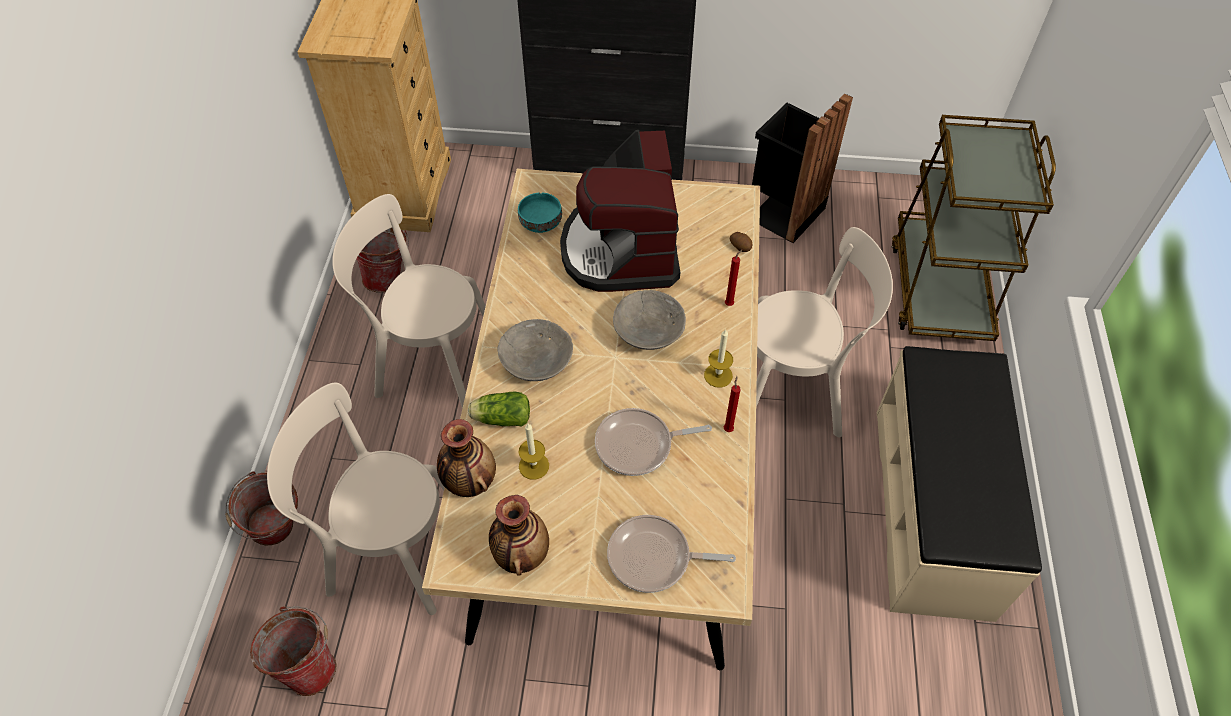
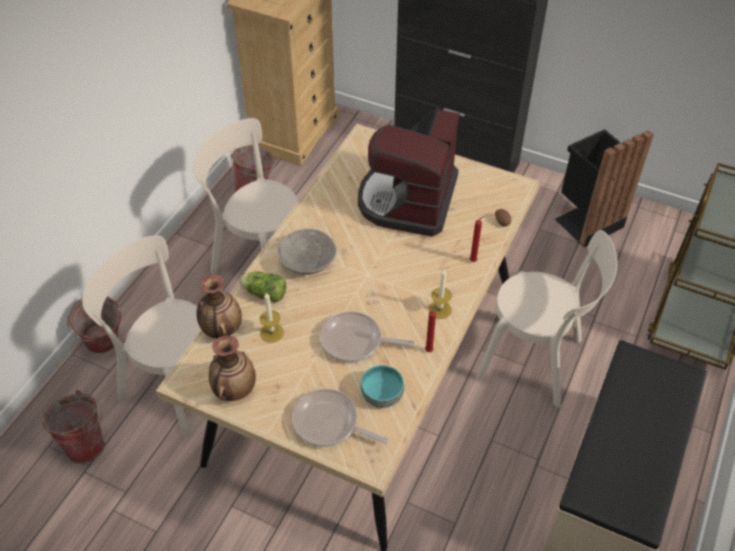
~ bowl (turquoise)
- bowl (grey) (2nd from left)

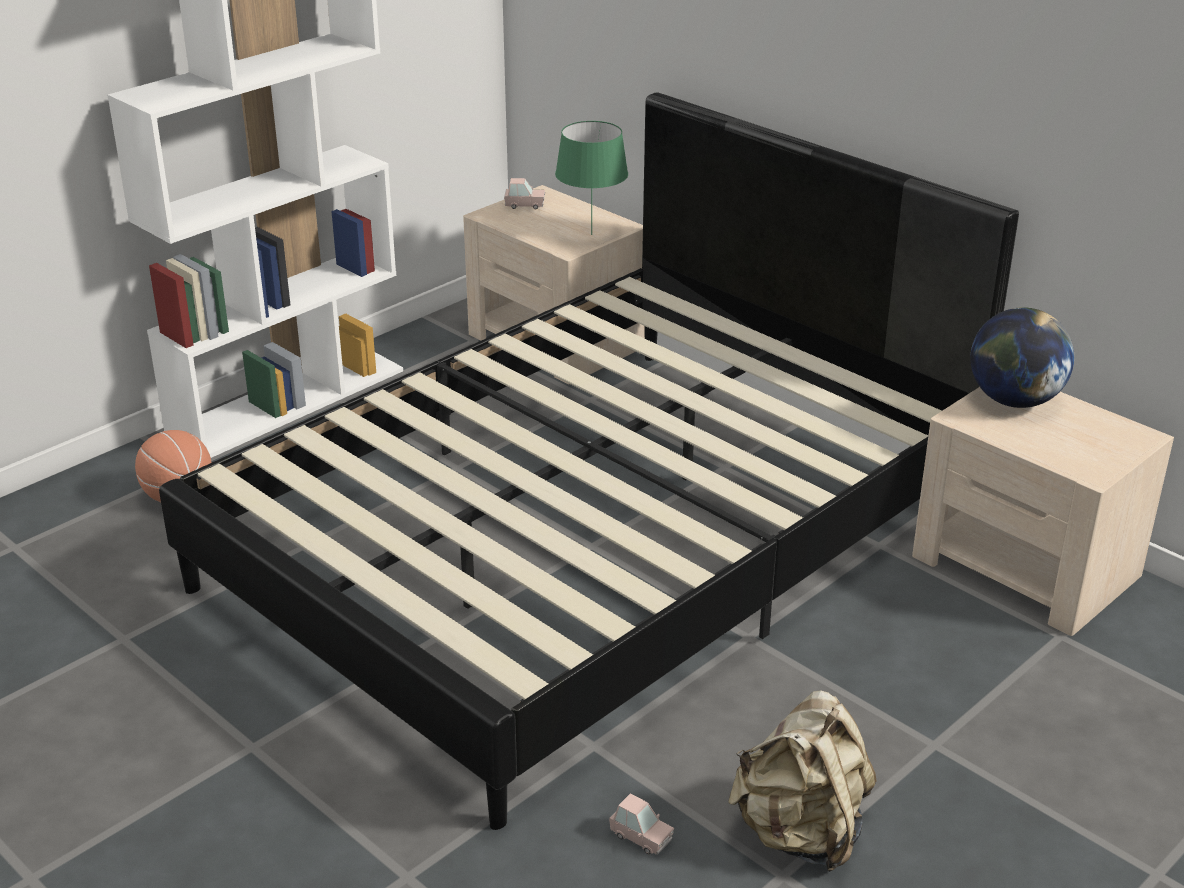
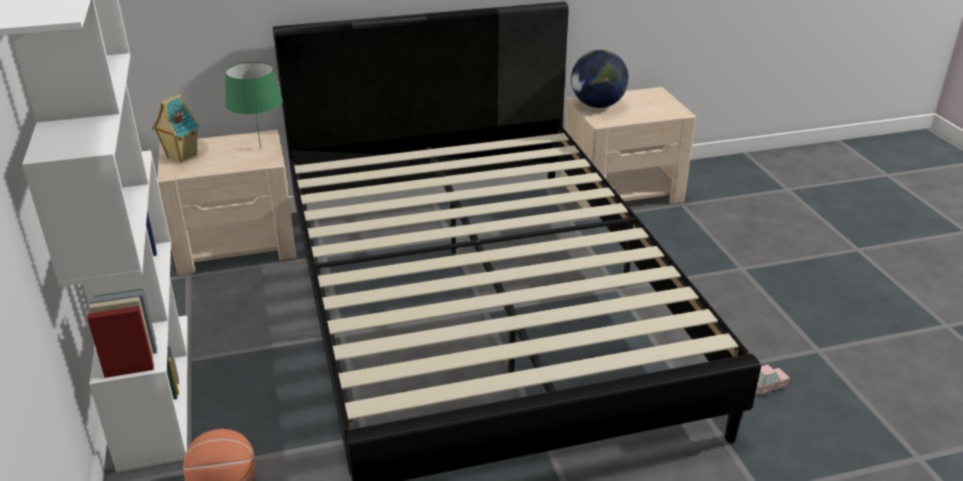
~ toy car (pink) (1st from left) to toy house
- backpack (beige)

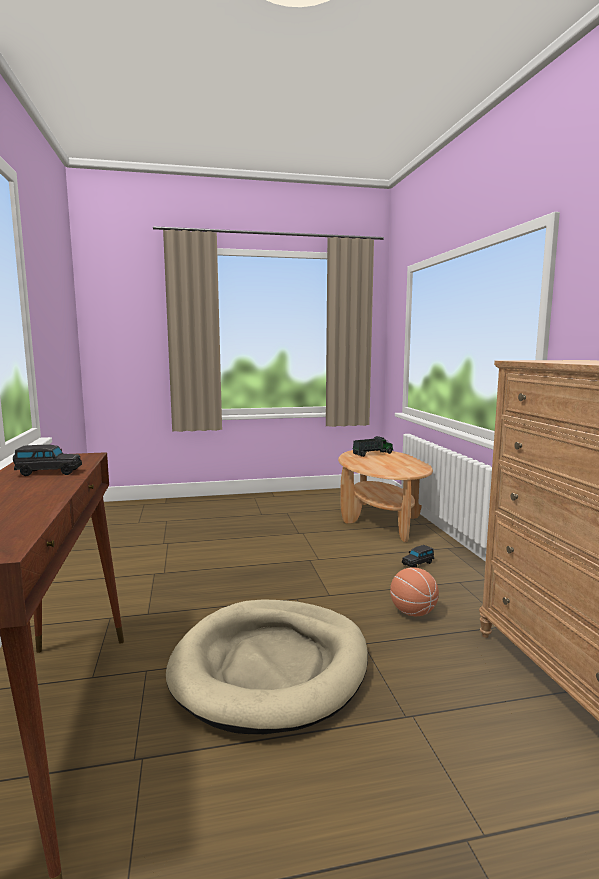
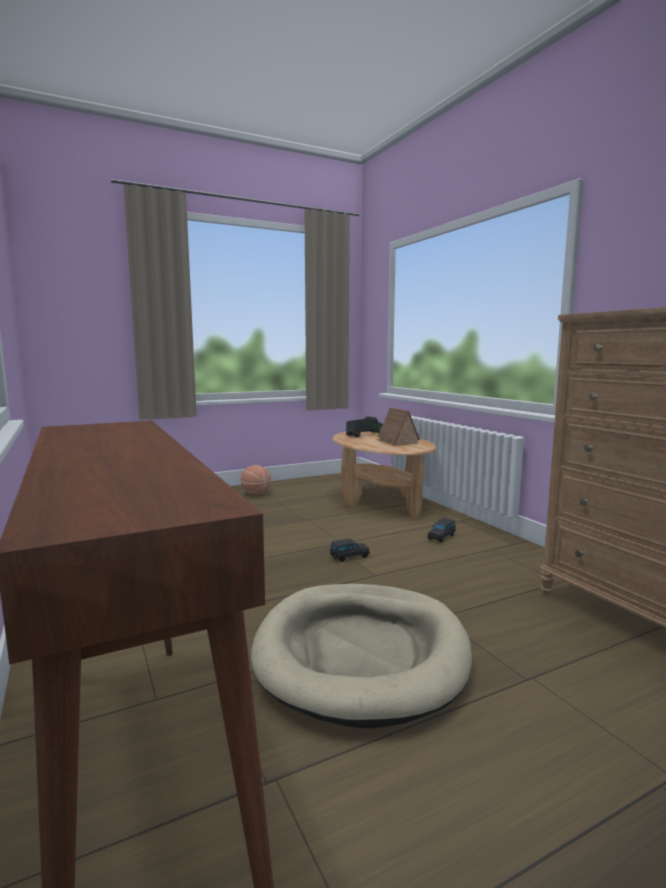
~ basketball
~ toy car (black) (1st from left)
+ toy house

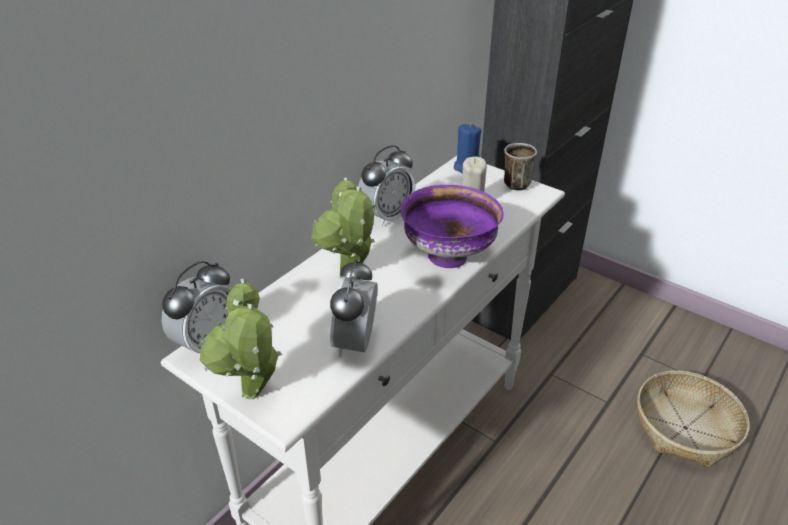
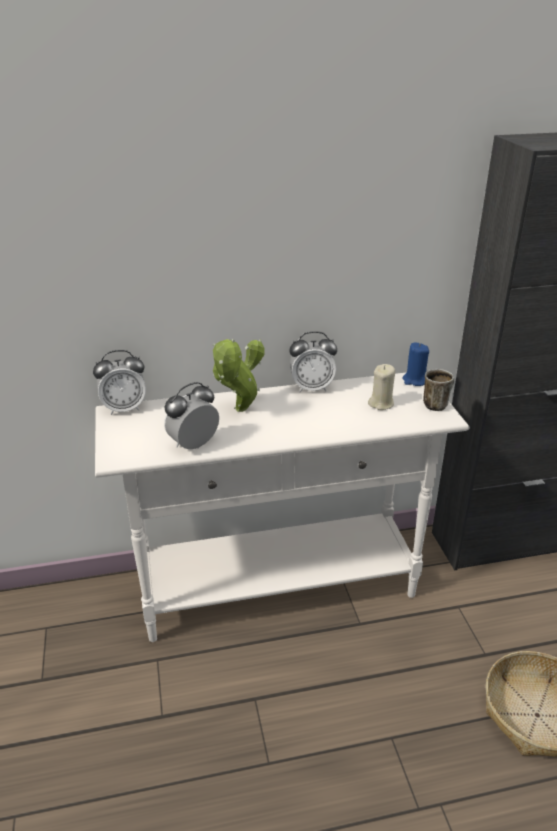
- potted plant (1st from left)
- bowl (purple)

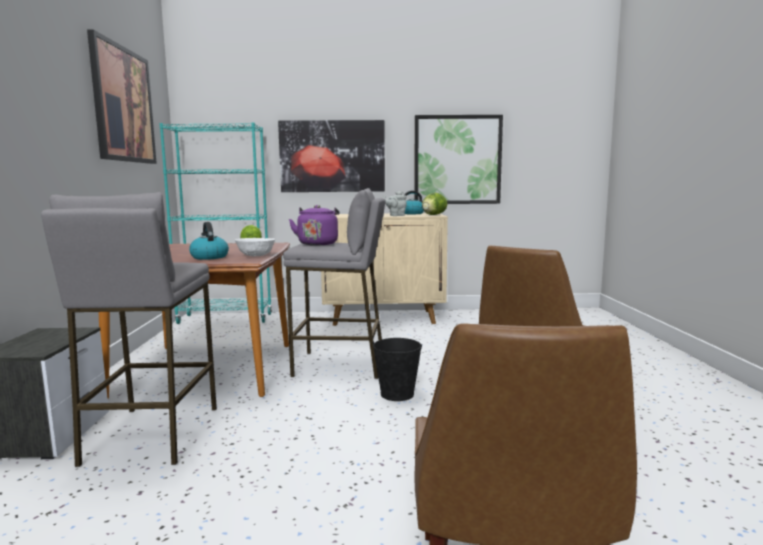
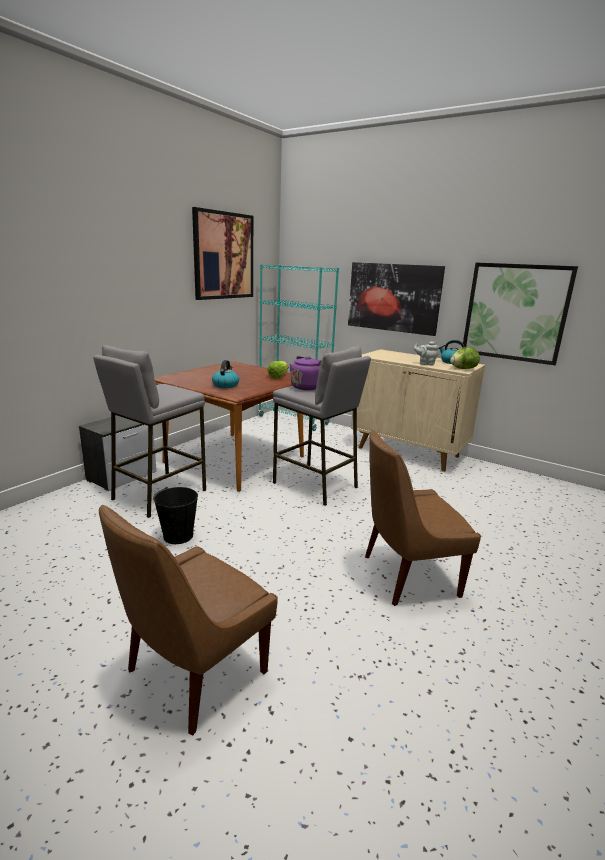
~ bucket (black)
- bowl (white)

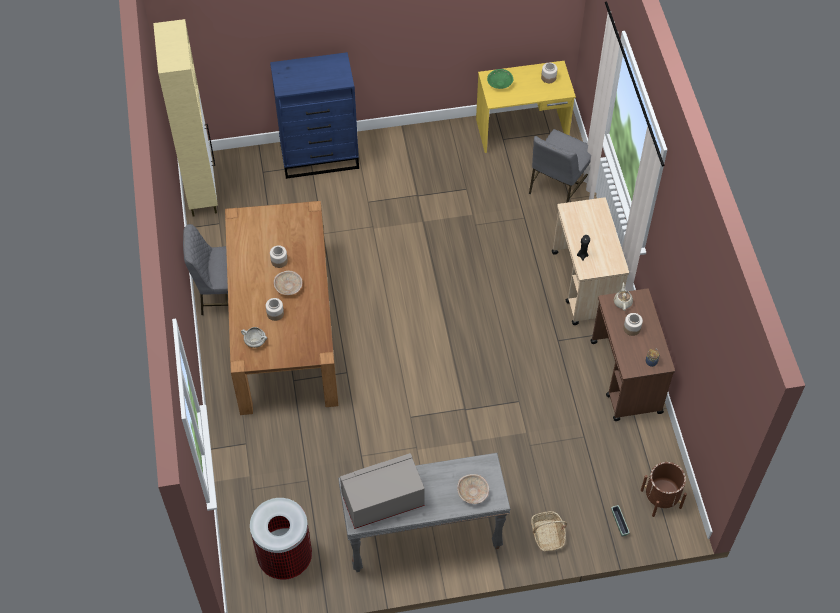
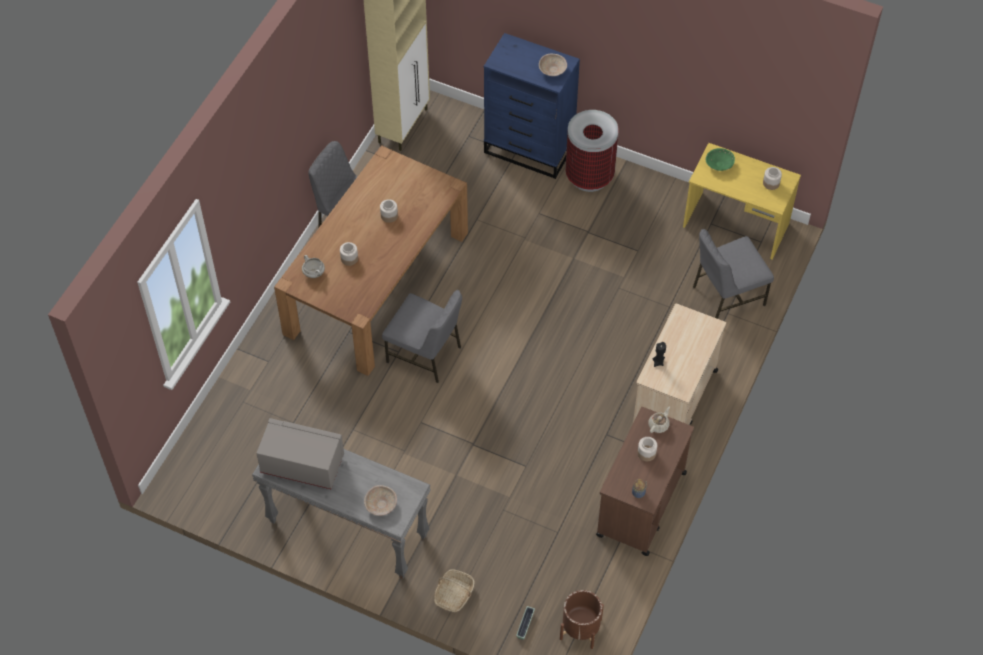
+ chair (grey) (2nd from left)
~ bowl (beige) (1st from left in the first image) to bowl (beige) (2nd from left)
~ trash can

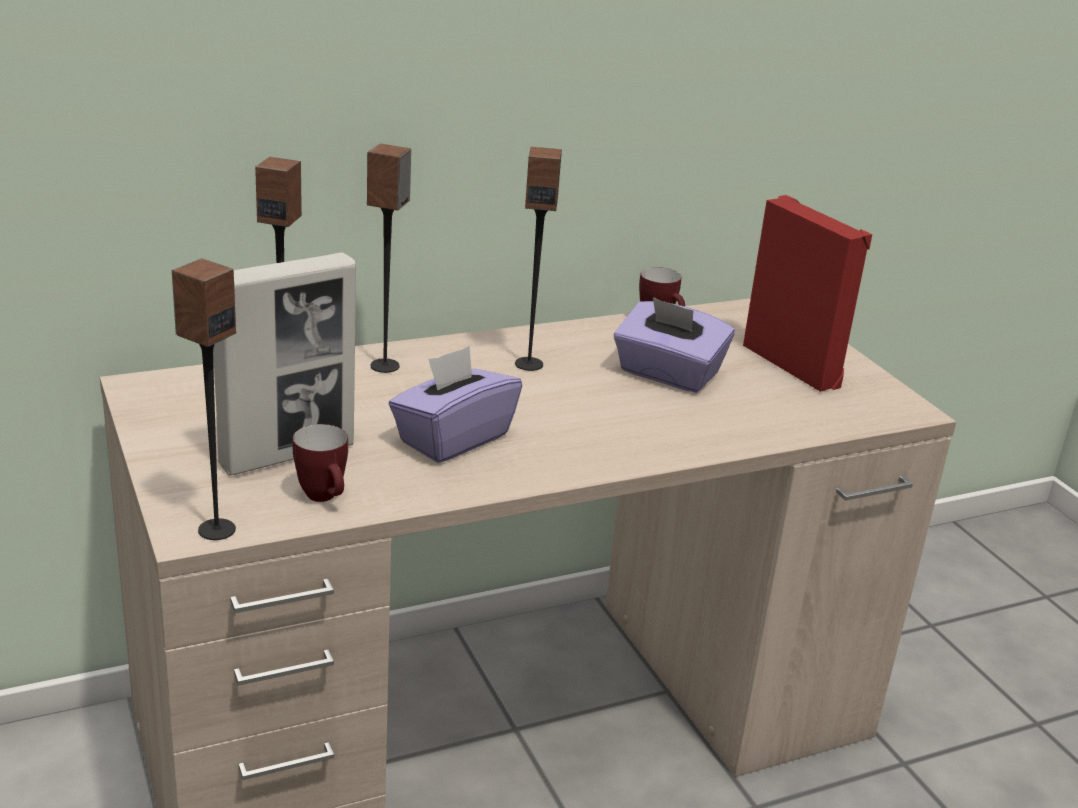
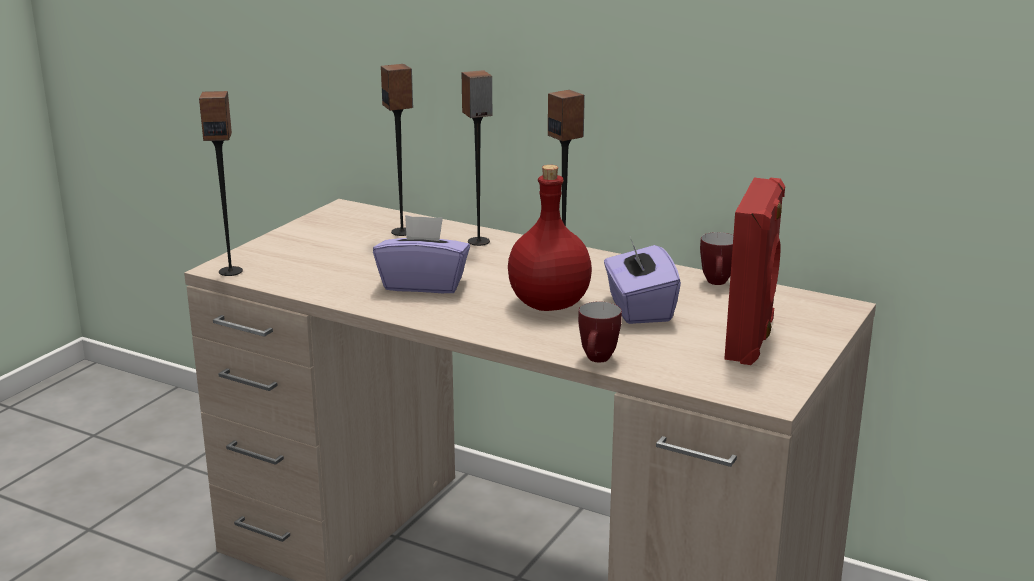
+ bottle (red)
~ mug (1st from left)
- picture frame

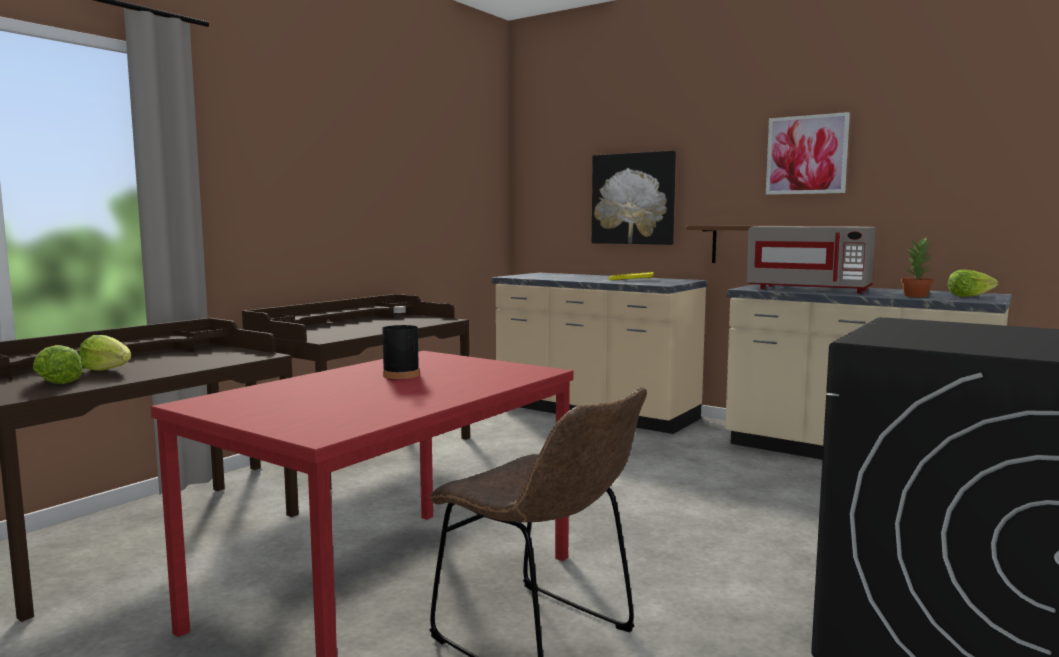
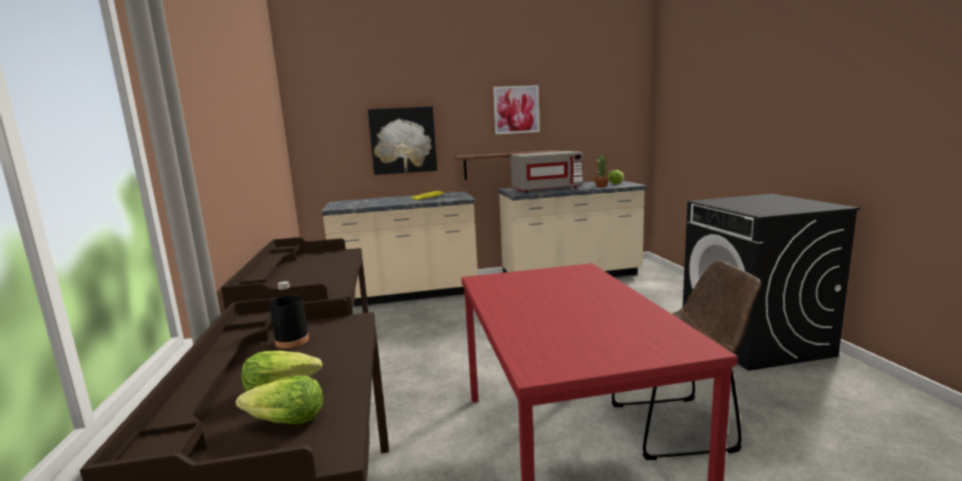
~ bottle (black)

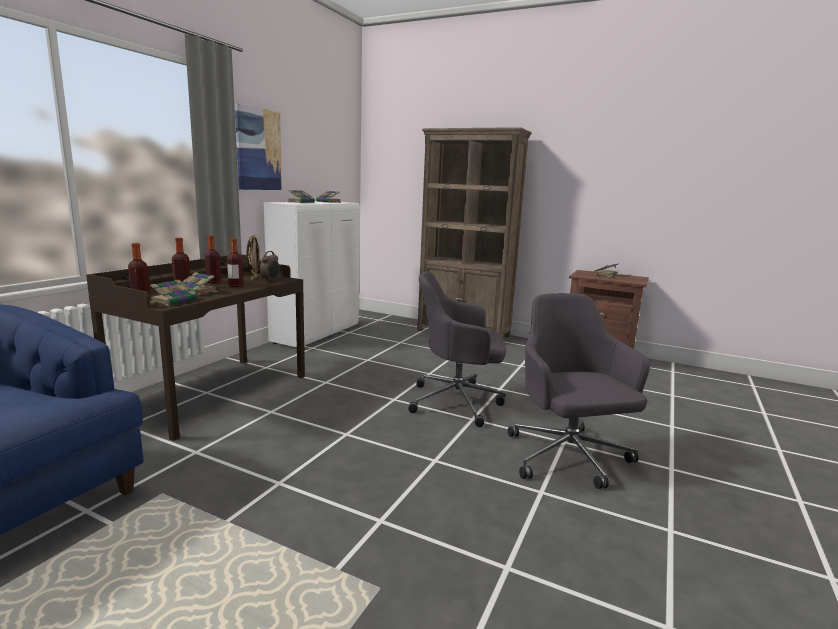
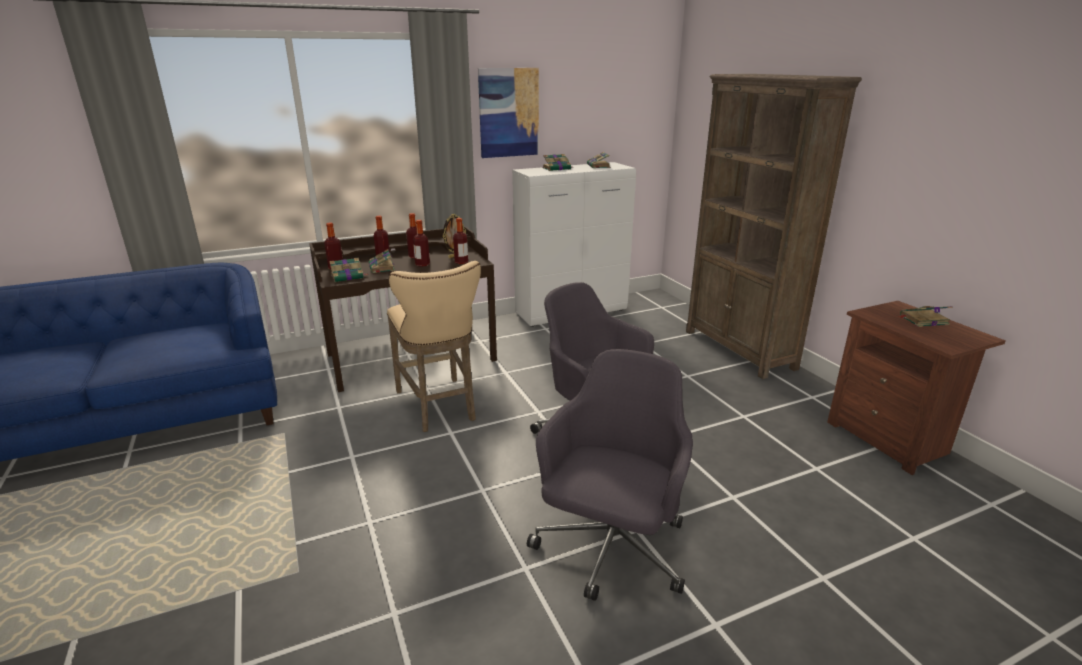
+ stool (beige)
~ alarm clock to bottle (5th from left)

